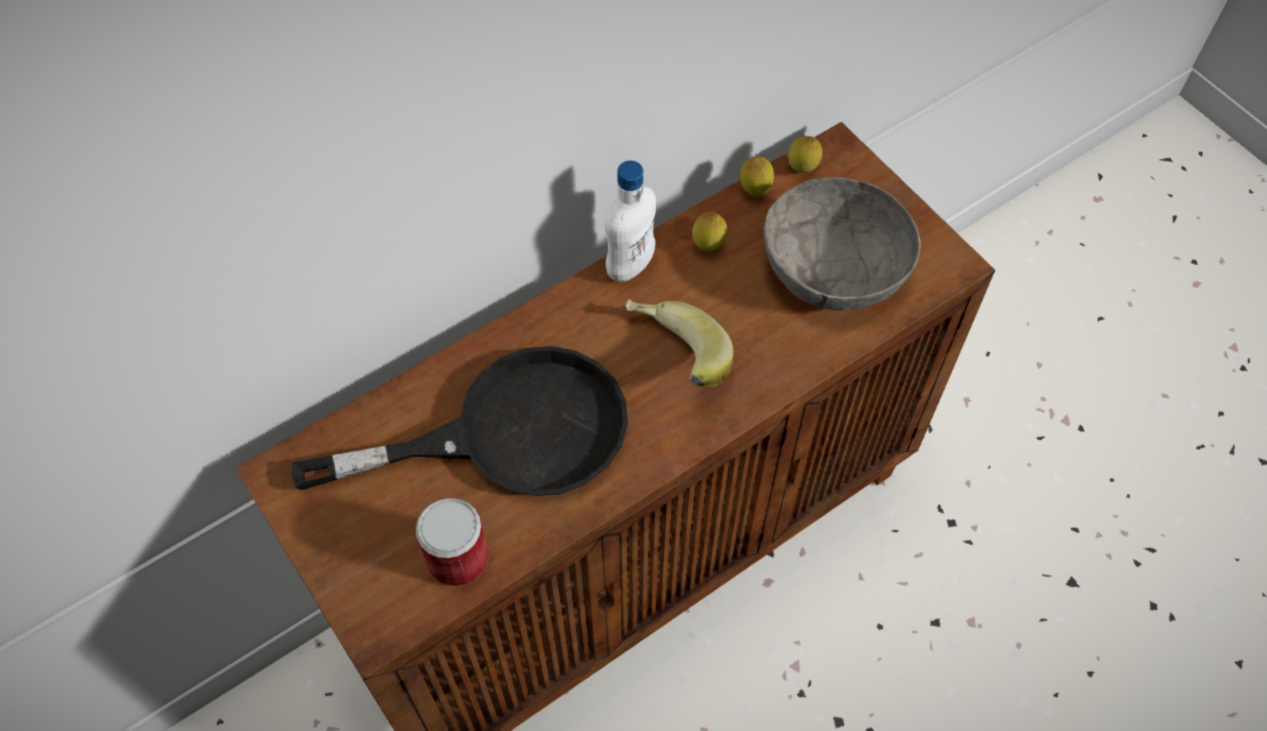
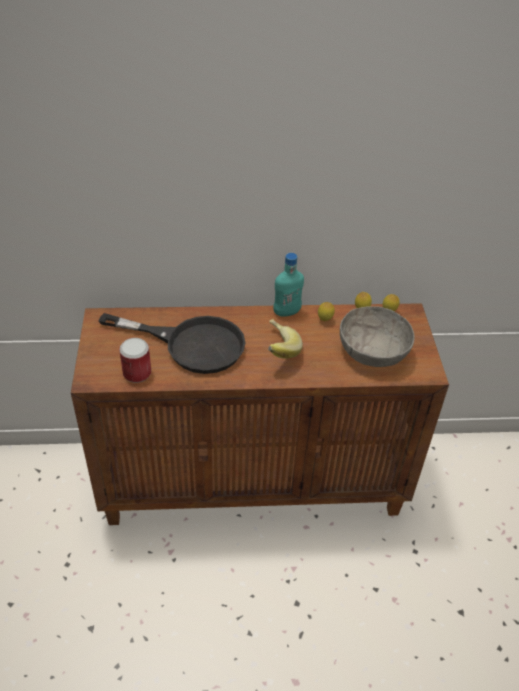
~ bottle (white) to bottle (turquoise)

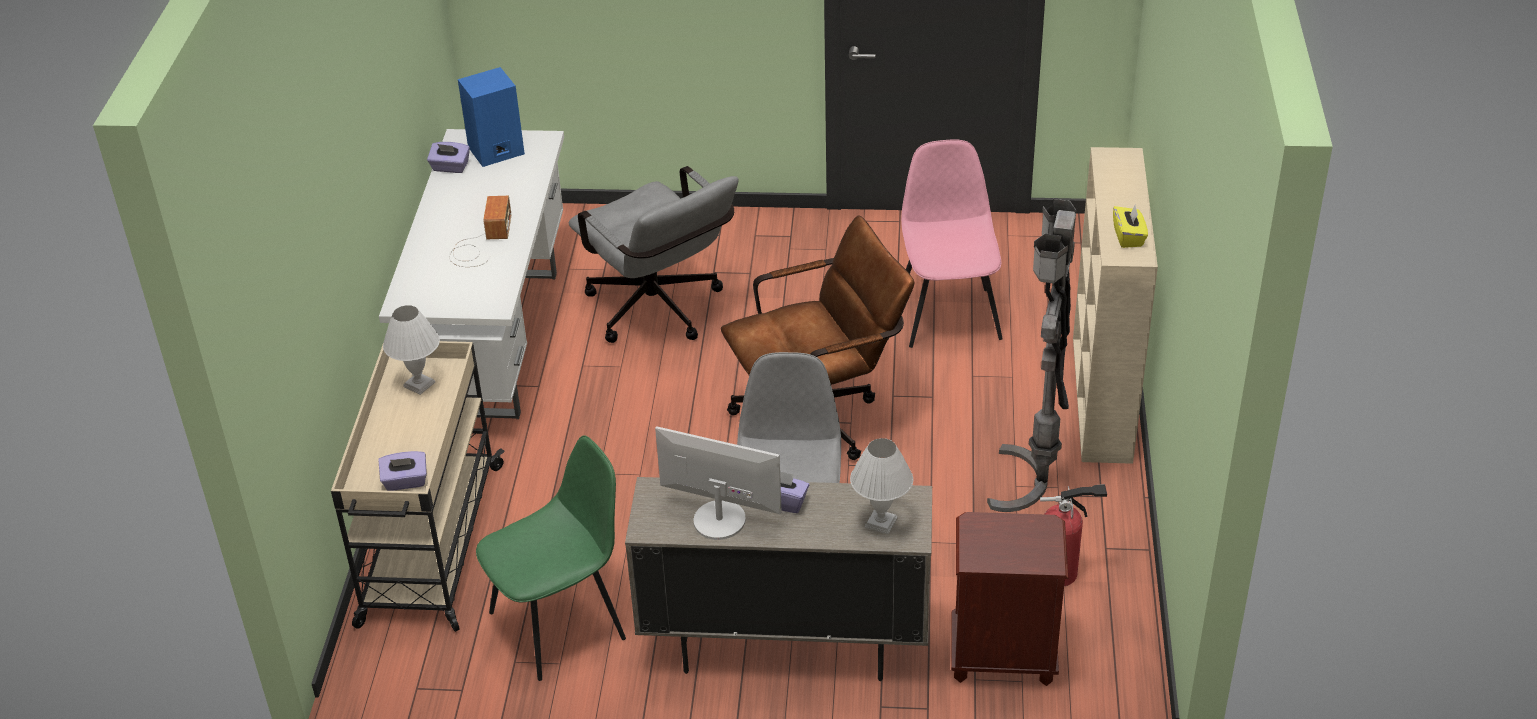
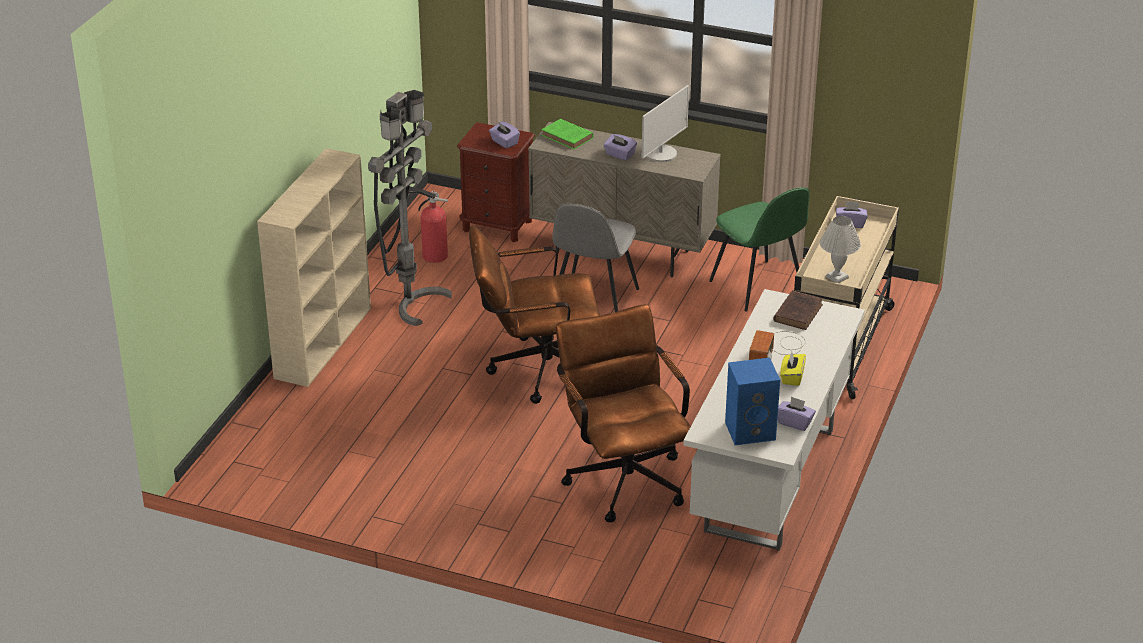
+ tissue box (purple) (1st from left)
~ table lamp (white) (2nd from left) to book (green)
~ office chair (grey) to office chair (brown) (2nd from left)
~ monitor 90 degrees counterclockwise
~ chair (green) 105 degrees counterclockwise
+ book (brown)
~ tissue box (yellow)
- chair (pink)

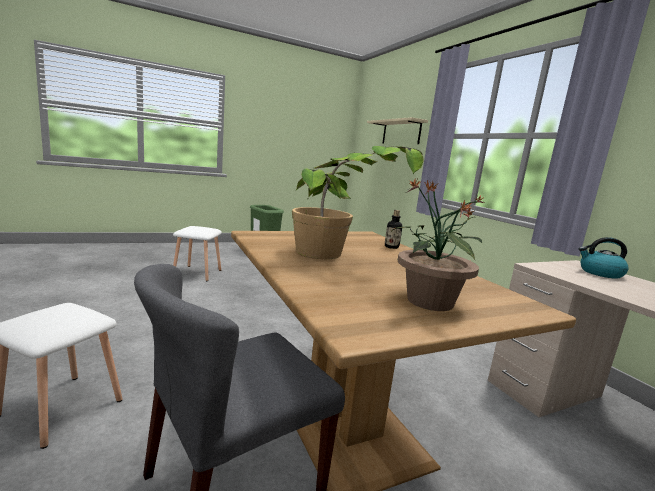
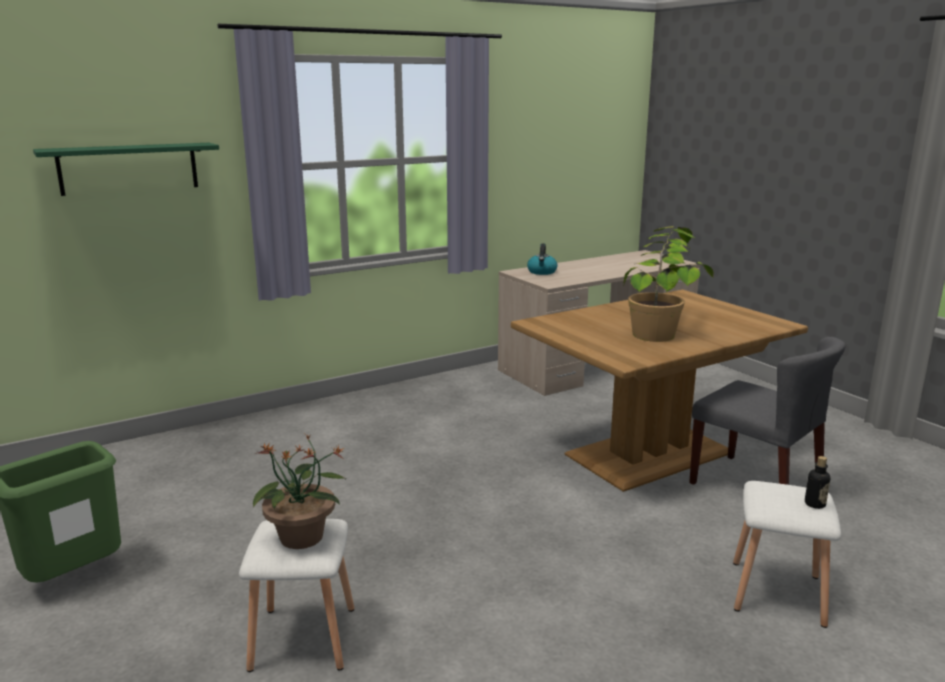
~ shelf (beige) to shelf (green)
~ potted plant (2nd from left in the first image) to potted plant (1st from left)
~ bottle

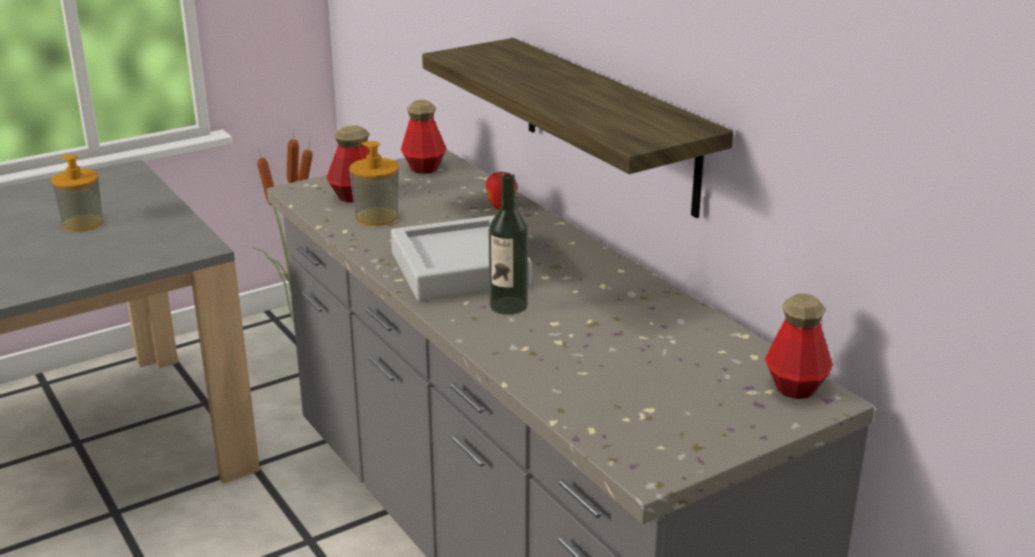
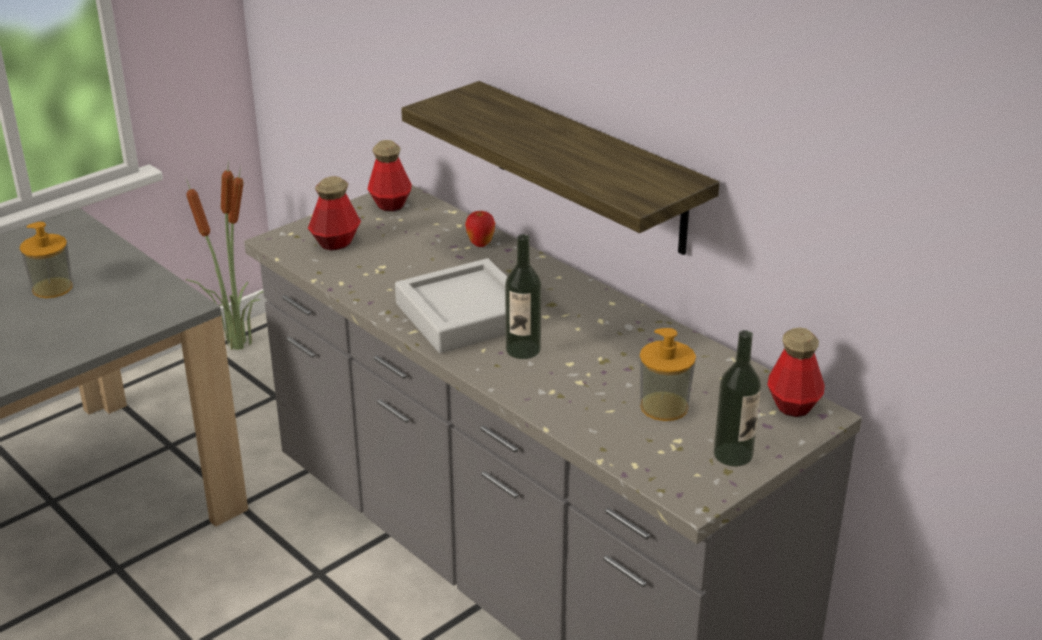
~ soap dispenser (2nd from left)
+ bottle (4th from left)

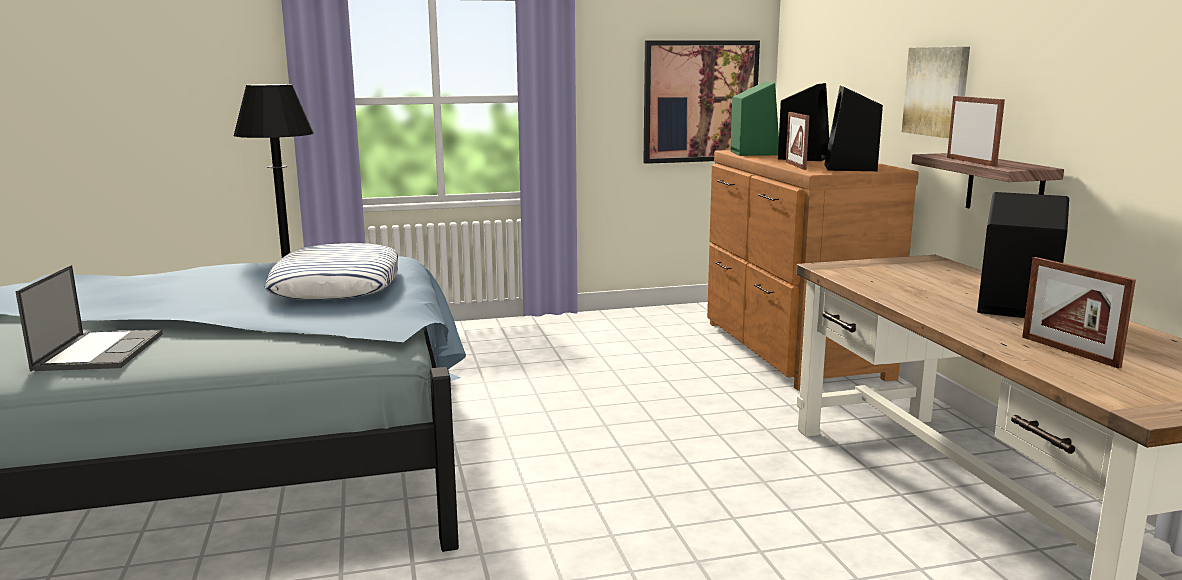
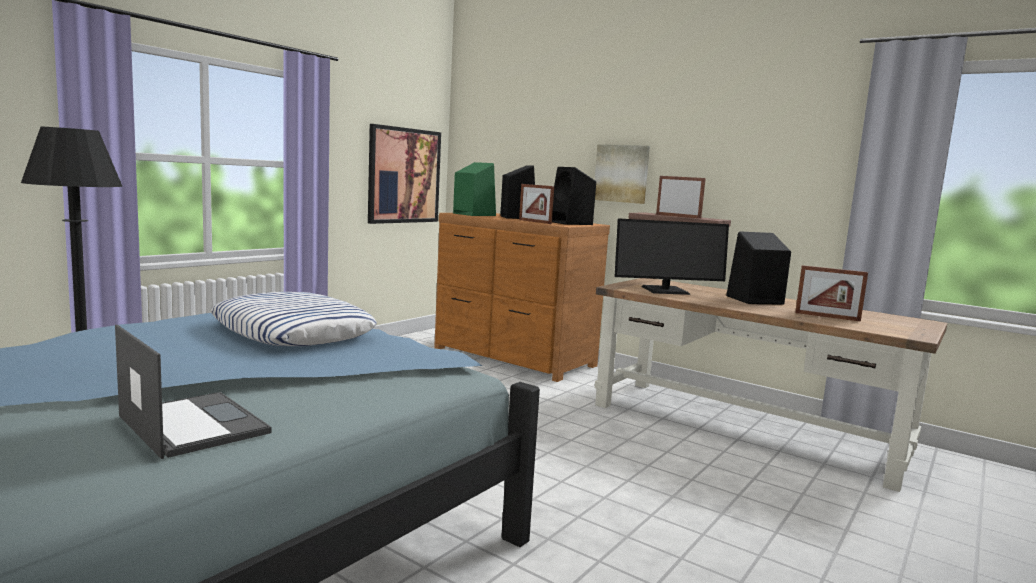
+ monitor

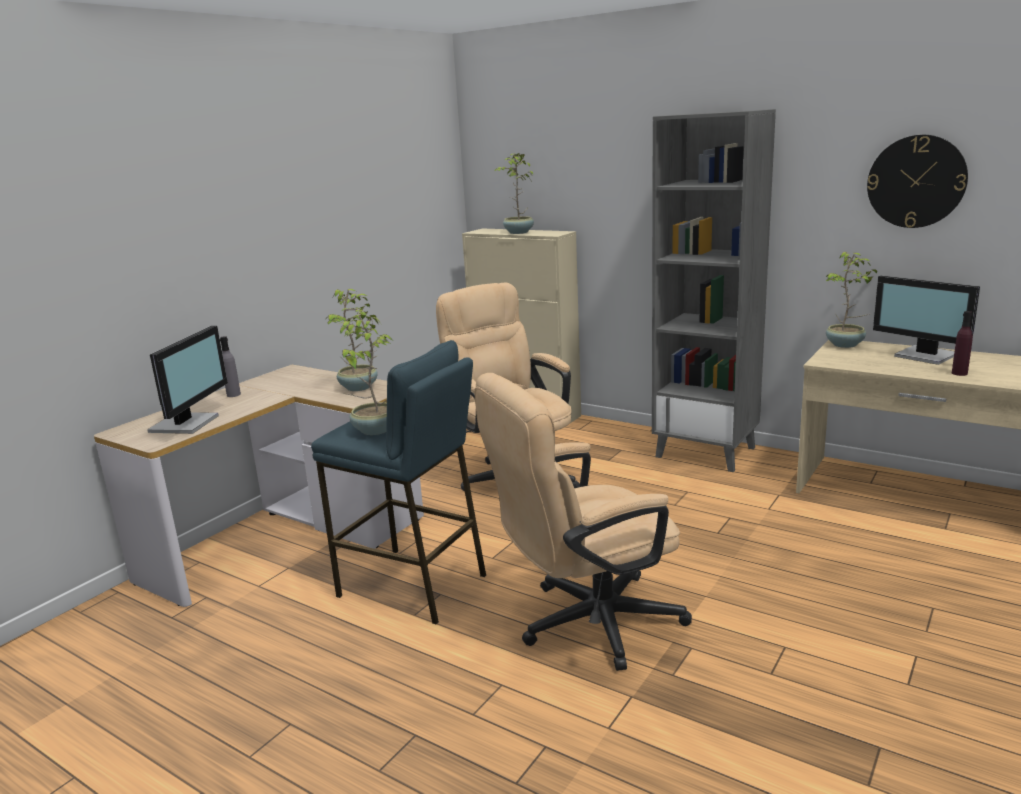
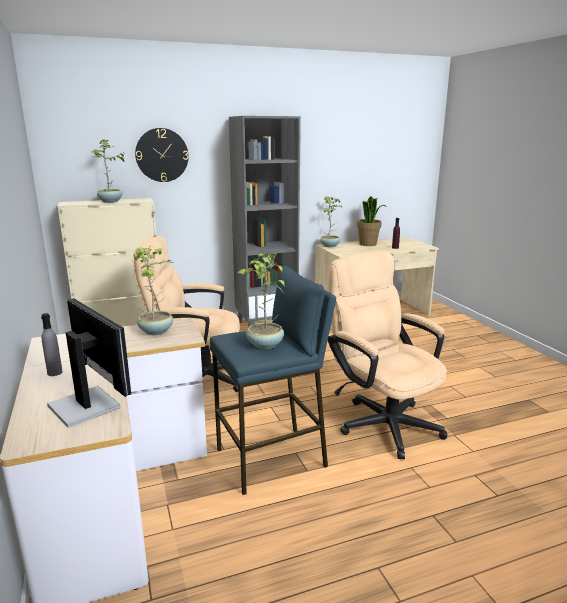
~ wall clock
~ office chair (beige) (2nd from left) 135 degrees clockwise
~ monitor (2nd from left) to potted plant (5th from left)

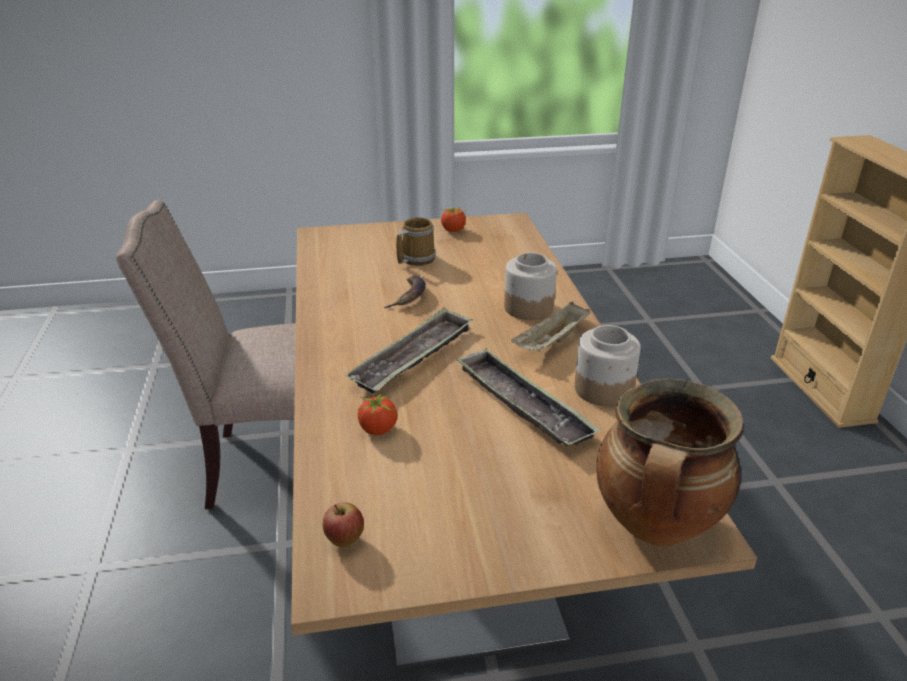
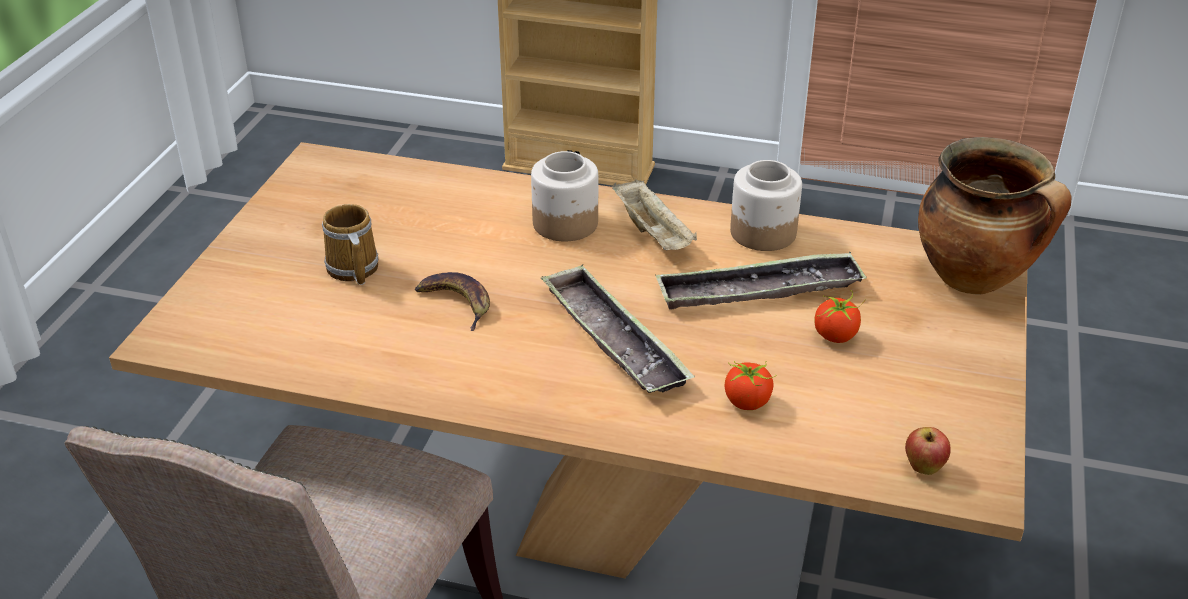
~ tomato (2nd from left)

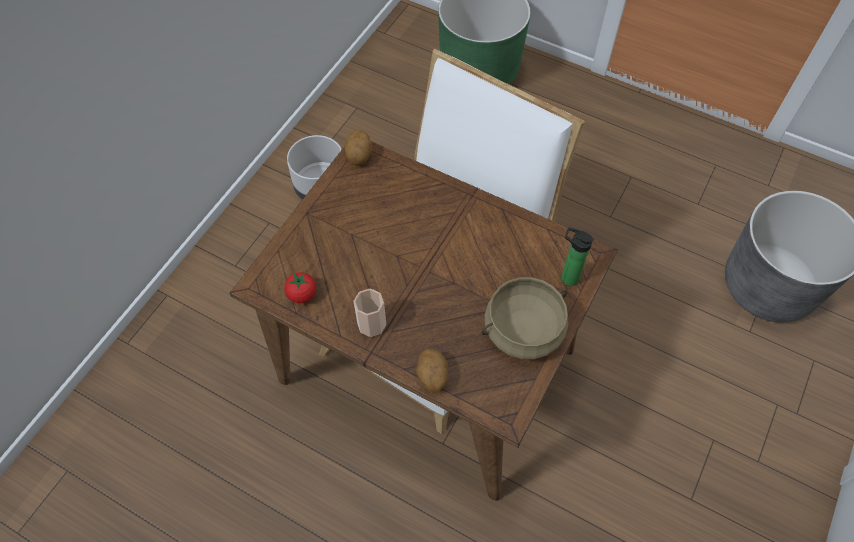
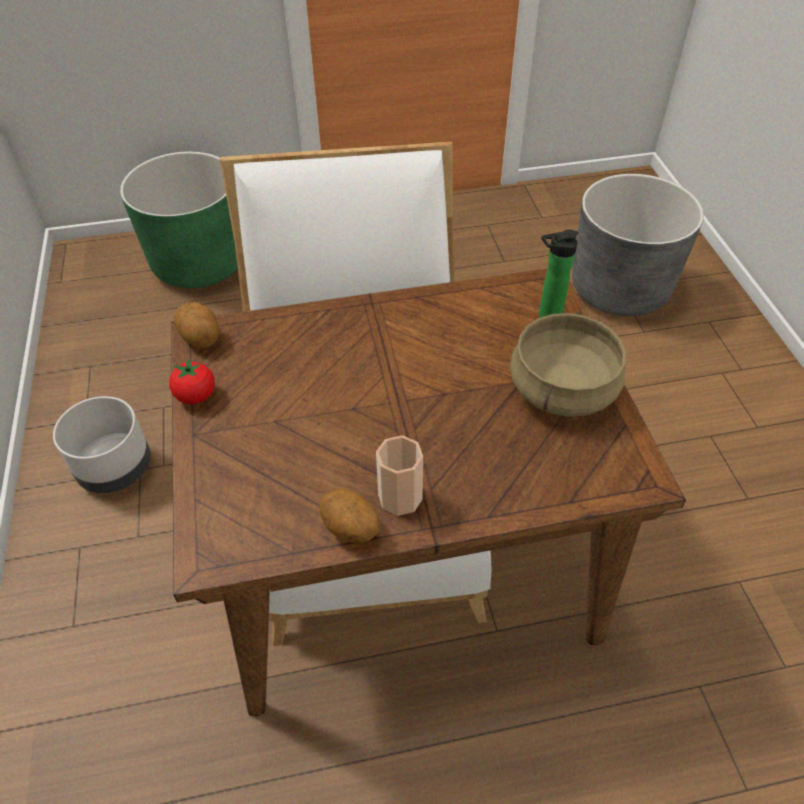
~ tomato
~ potato (2nd from left)

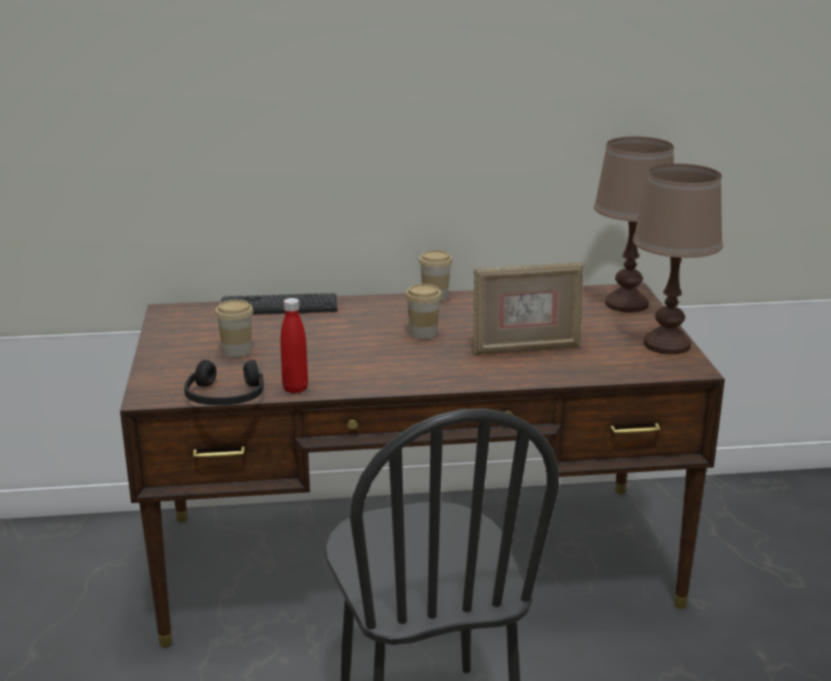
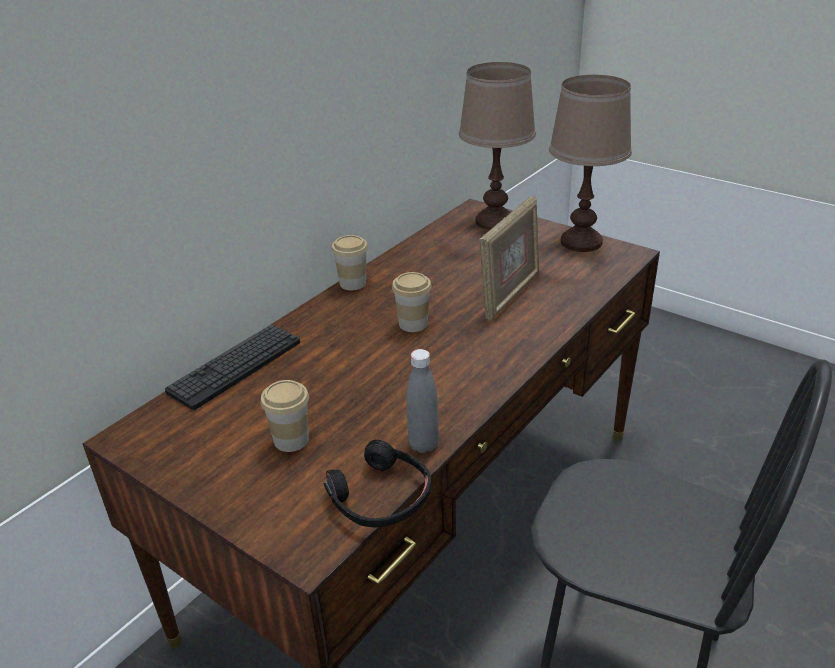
~ bottle (red) to bottle (grey)

